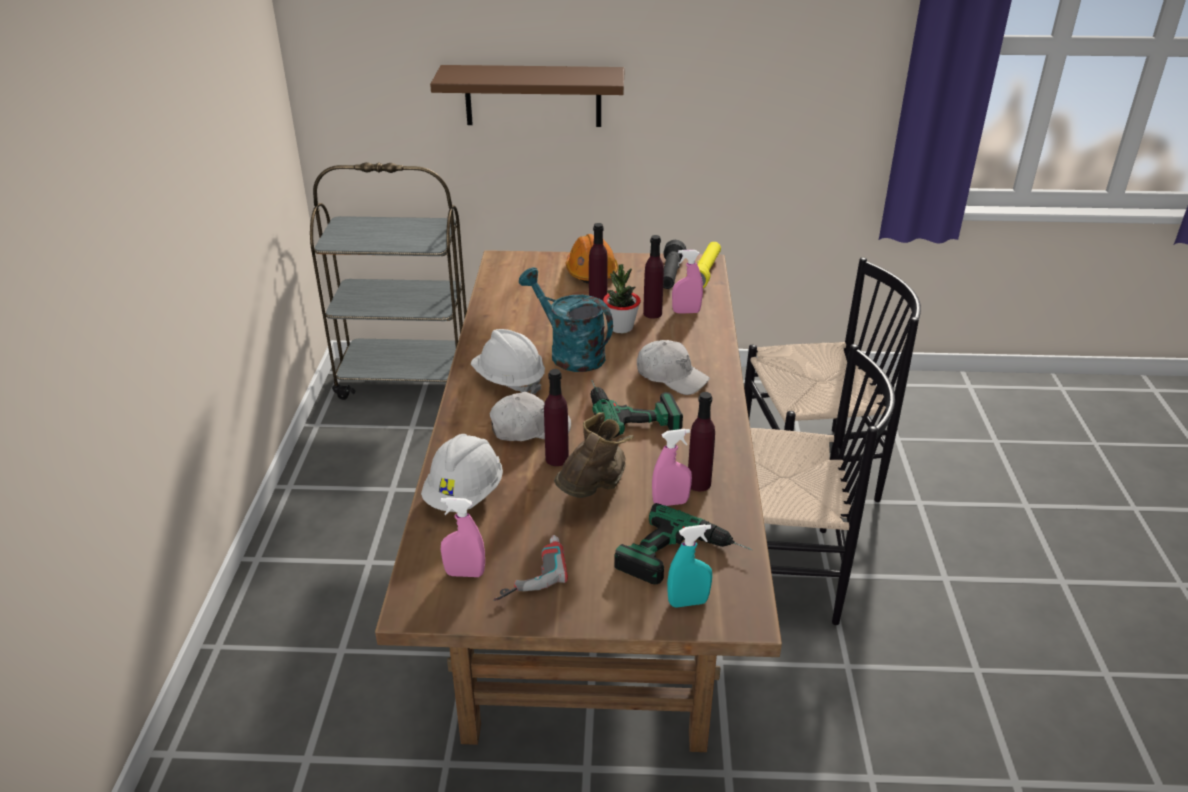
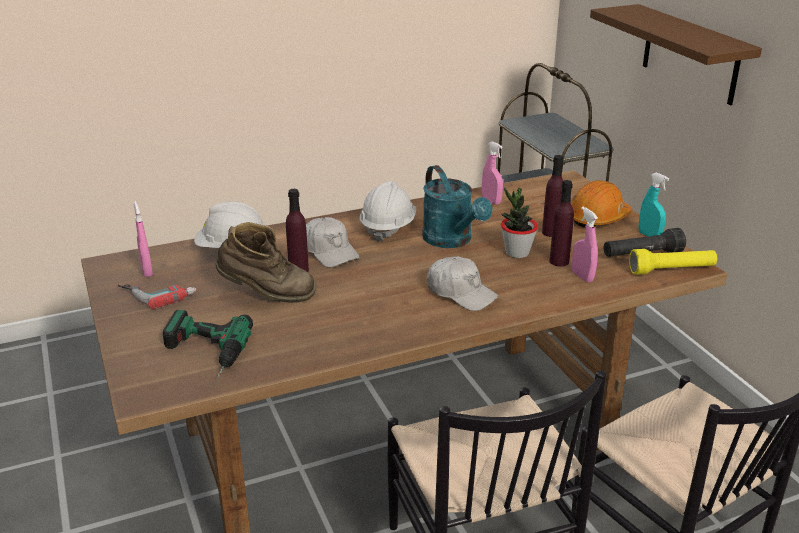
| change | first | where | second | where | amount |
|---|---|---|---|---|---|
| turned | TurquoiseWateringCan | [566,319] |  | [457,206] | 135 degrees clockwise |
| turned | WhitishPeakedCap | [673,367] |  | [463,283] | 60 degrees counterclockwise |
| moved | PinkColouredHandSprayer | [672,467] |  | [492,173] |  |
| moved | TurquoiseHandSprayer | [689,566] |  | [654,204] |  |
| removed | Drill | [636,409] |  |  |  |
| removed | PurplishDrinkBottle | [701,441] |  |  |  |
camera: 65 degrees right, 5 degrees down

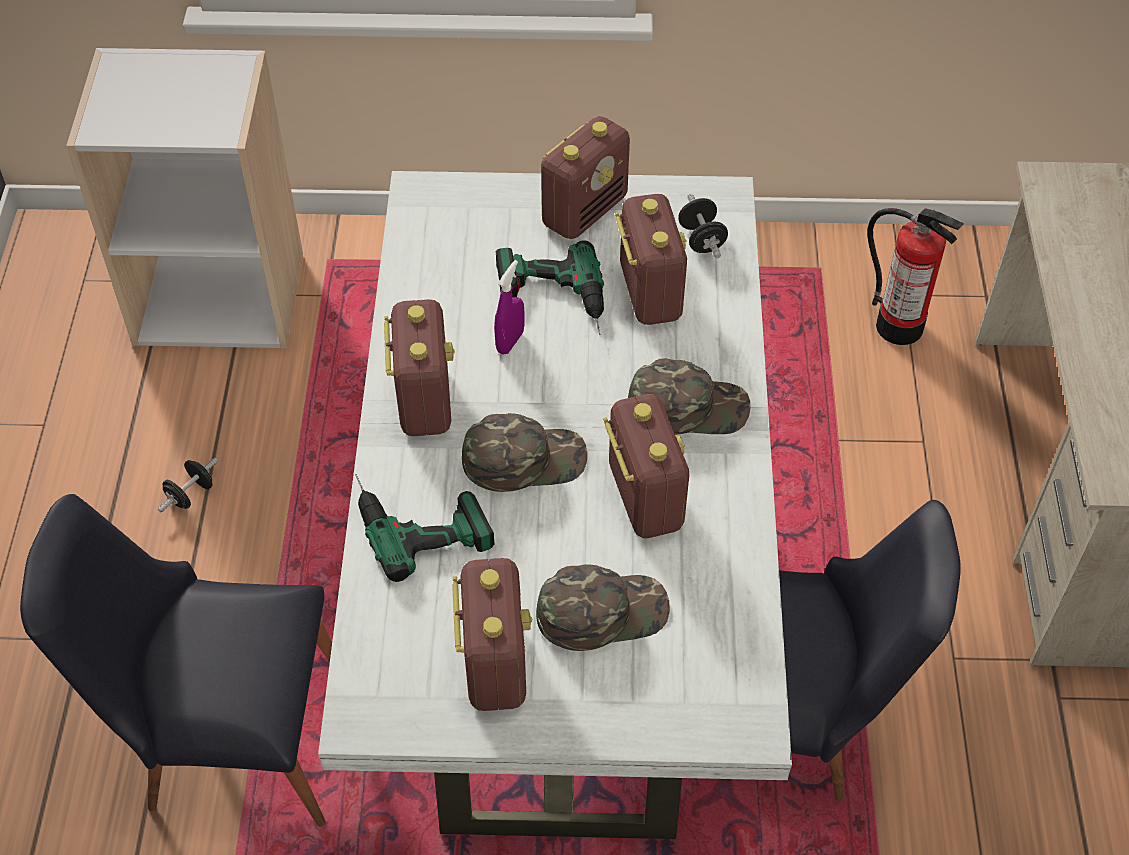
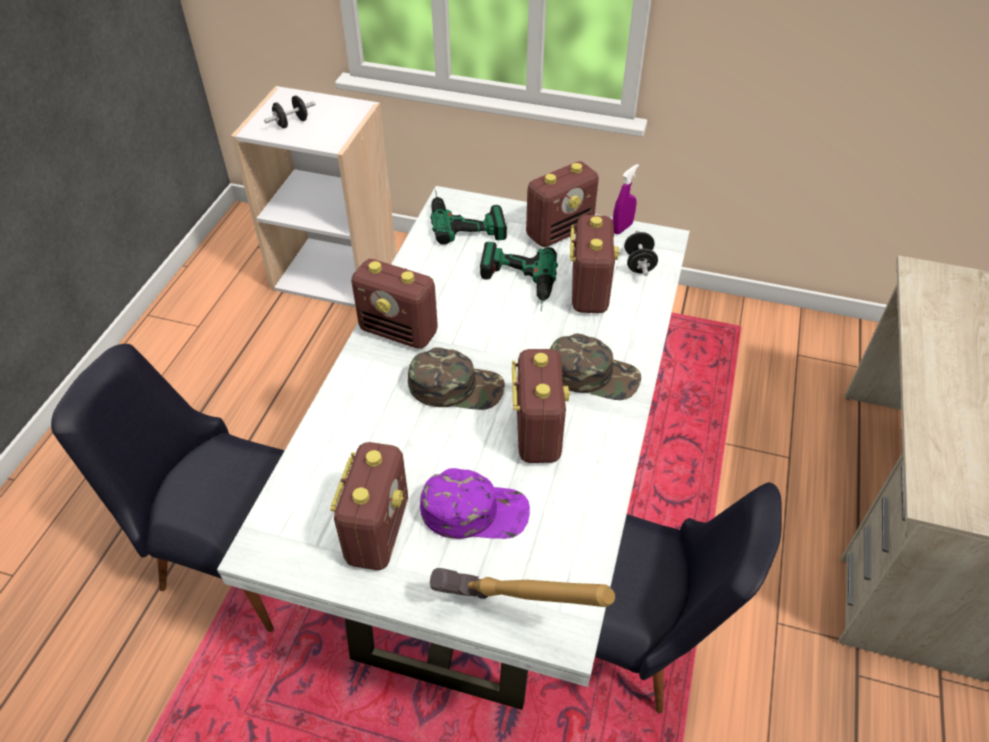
| change | first | where | second | where | amount |
|---|---|---|---|---|---|
| moved | BlackHandWeight | [188,485] |  | [289,112] |  |
| turned | RadioReceiver | [419,367] |  | [394,304] | 105 degrees clockwise |
| recoloured | GreenPeakedCap | [603,607] | PurplishPeakedCap | [475,503] |  |
| added |  |  | HandHammer | [522,587] |  |
| moved | Drill | [425,528] |  | [469,217] |  |
| moved | PurplishHandSprayer | [509,307] |  | [626,199] |  |
| removed | FireExtinguisher | [915,276] |  |  |  |
camera: 15 degrees right, 5 degrees down

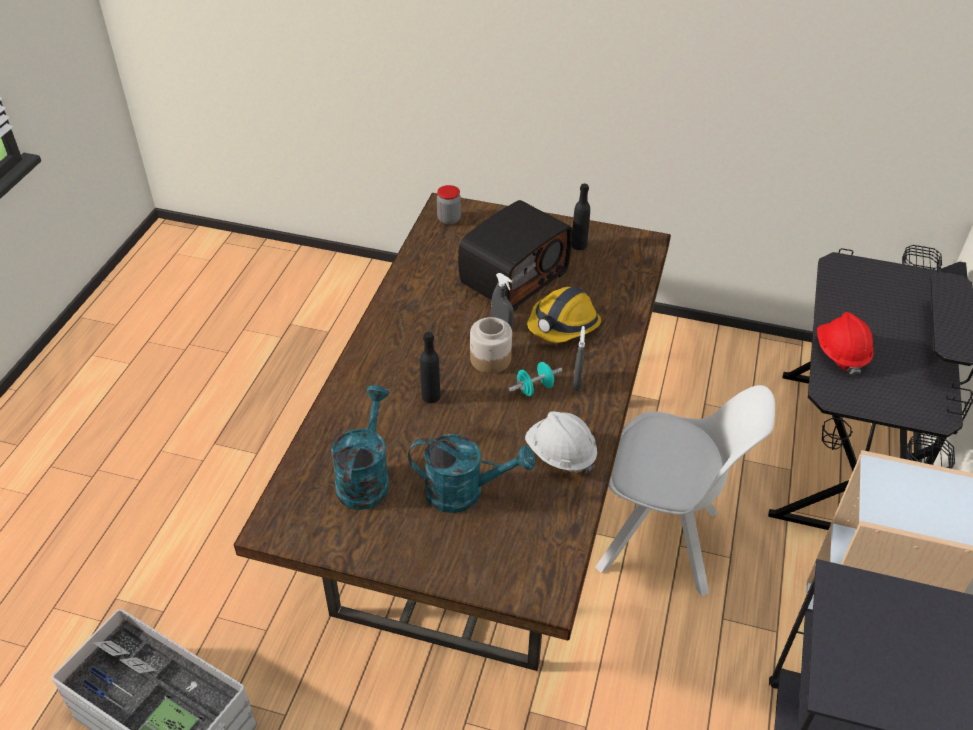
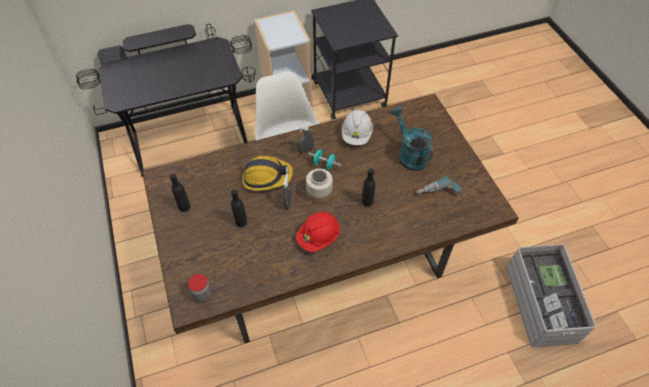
| change | first | where | second | where | amount |
|---|---|---|---|---|---|
| replaced | RadioReceiver | [515,255] | BlackDrinkBottle | [239,208] |  |
| moved | RedColouredSafetyHelmet | [845,343] |  | [318,232] |  |
| replaced | TurquoiseWateringCan | [360,447] | Drill | [439,185] |  |
camera: 125 degrees left, 10 degrees up

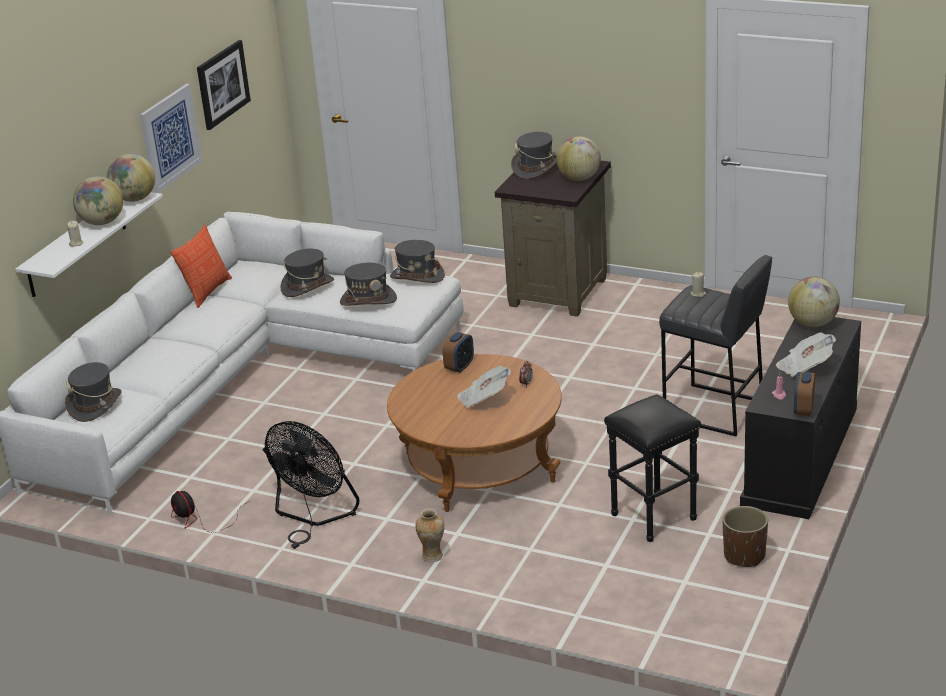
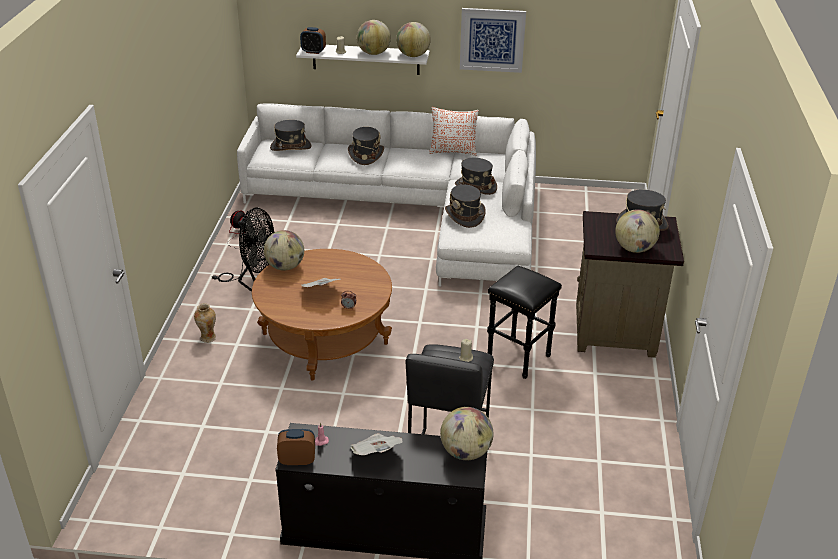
| change | first | where | second | where | amount |
|---|---|---|---|---|---|
| added |  |  | Globe | [284,250] |  |
| moved | BedsideClock | [458,352] |  | [313,40] |  |
| moved | GreyishWearableHat | [417,261] |  | [366,146] |  |
| recoloured | OrangePillow | [201,266] | WhitishPillow | [454,131] |  |
| moved | BlackStoolSeat | [652,468] |  | [524,322] |  |
| removed | WallArt | [224,85] |  |  |  |
| removed | BrownFlowerPot | [745,536] |  |  |  |
camera: 70 degrees right, 5 degrees up

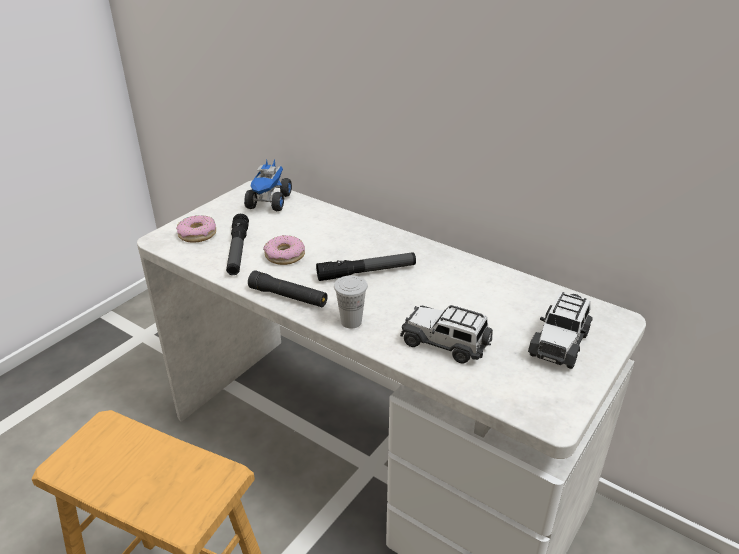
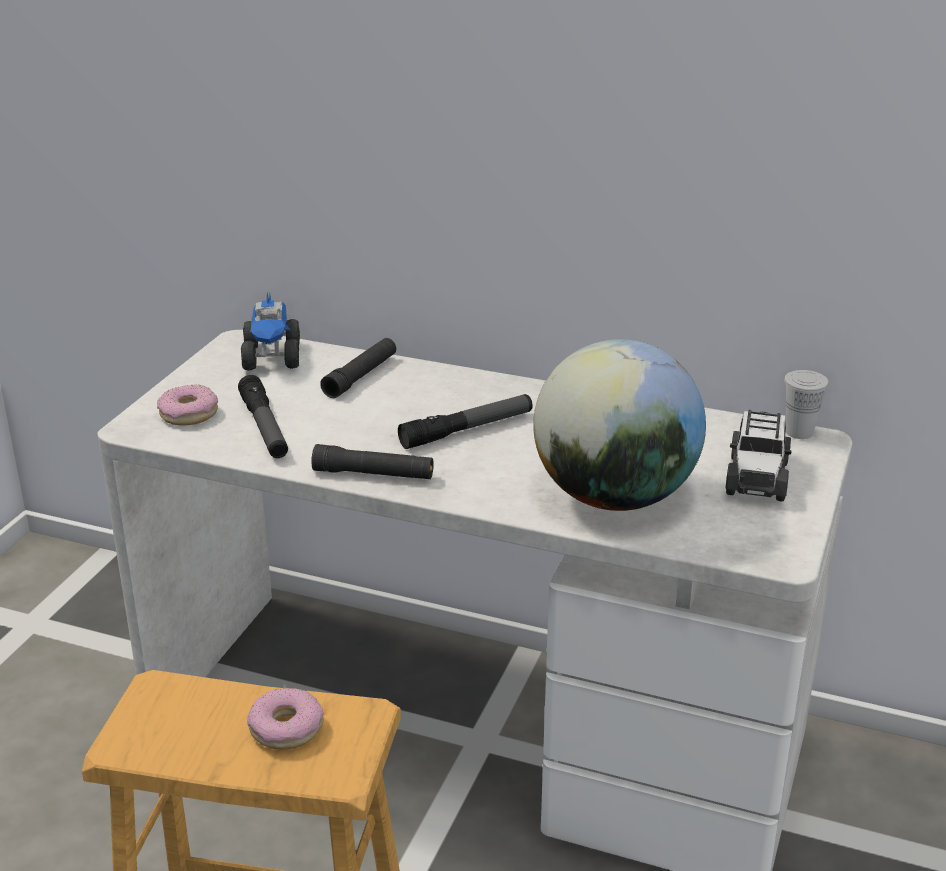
| change | first | where | second | where | amount |
|---|---|---|---|---|---|
| moved | RingDoughnut | [284,250] |  | [285,719] |  |
| added |  |  | BlackFlashlight | [358,368] |  |
| replaced | ToyCar | [446,334] | Globe | [619,425] |  |
| moved | WhitishCup | [351,302] |  | [806,404] |  |
camera: 15 degrees left, 5 degrees down

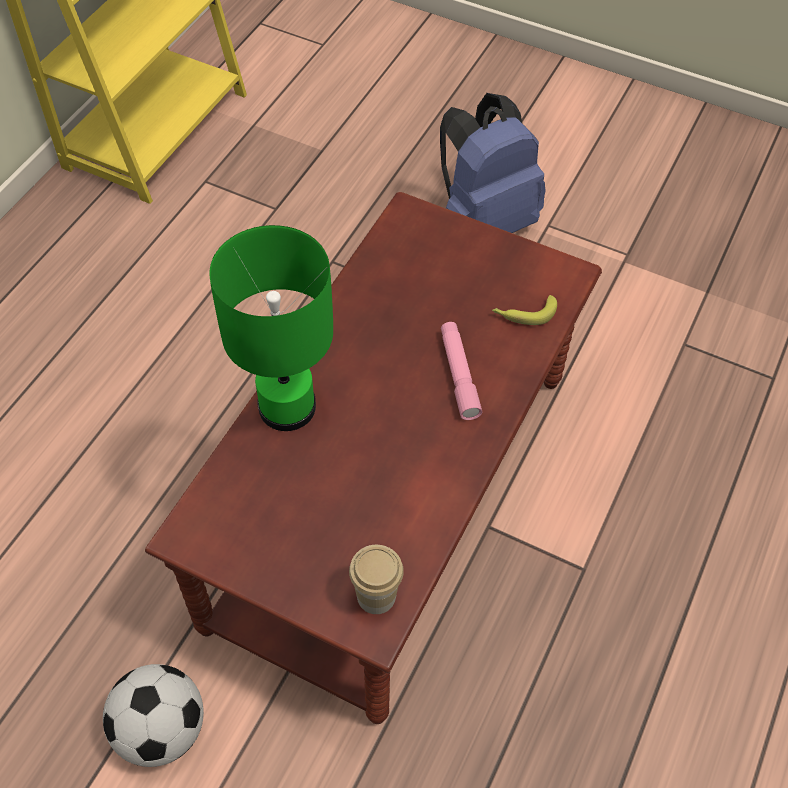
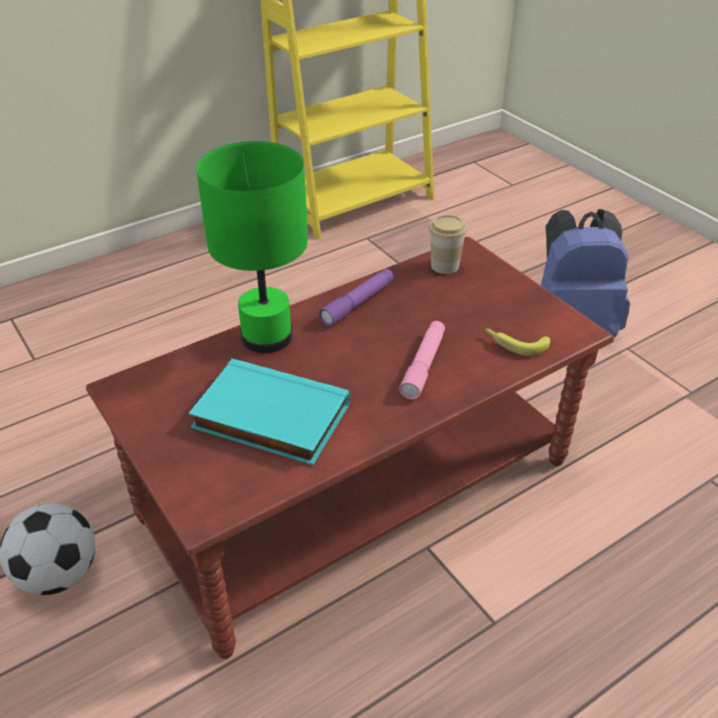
| change | first | where | second | where | amount |
|---|---|---|---|---|---|
| added |  |  | TurquoiseBoundBook | [269,412] |  |
| added |  |  | PurplishFlashlight | [356,297] |  |
| moved | Cup | [376,579] |  | [448,244] |  |
camera: 30 degrees right, 15 degrees down

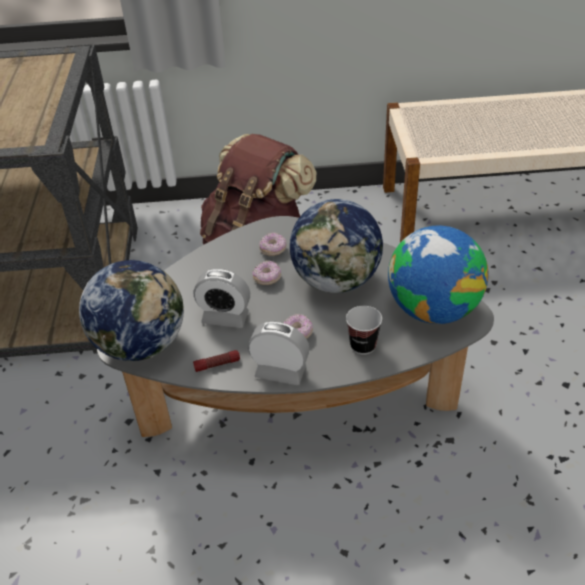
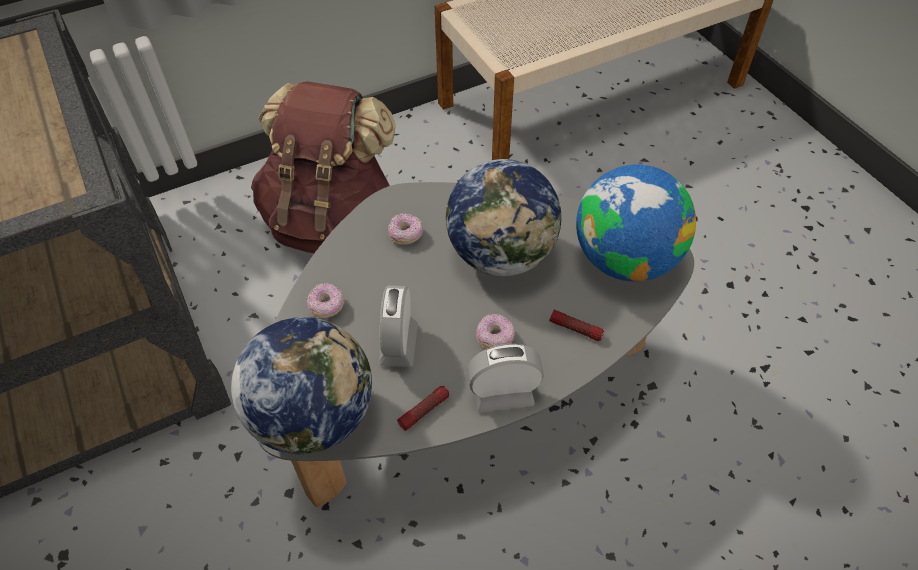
| change | first | where | second | where | amount |
|---|---|---|---|---|---|
| moved | RingDoughnut | [267,273] |  | [325,300] |  |
| turned | BedsideClock | [222,298] |  | [398,326] | 105 degrees clockwise |
| replaced | Cup | [364,330] | Flashlight | [576,325] |  |
camera: 25 degrees left, 10 degrees up

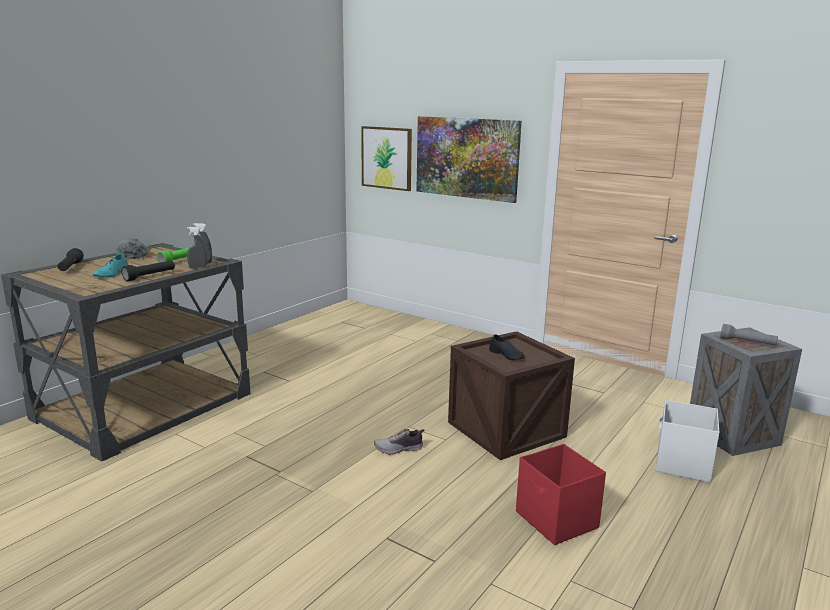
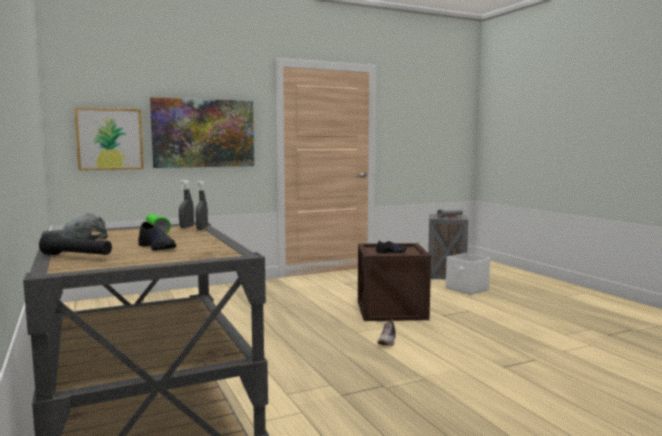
| change | first | where | second | where | amount |
|---|---|---|---|---|---|
| recoloured | TurquoiseShoe | [111,265] | BlackShoe | [157,236] |  |
| removed | BlackFlashlight | [148,270] |  |  |  |
| removed | RedColouredStorageBox | [561,494] |  |  |  |
camera: 60 degrees left, 10 degrees down

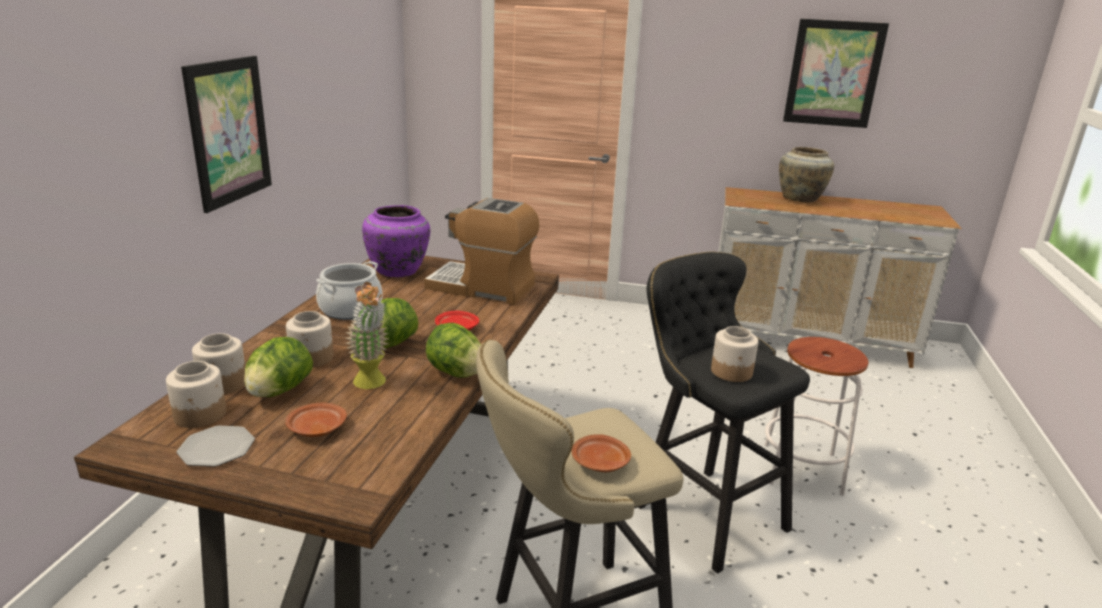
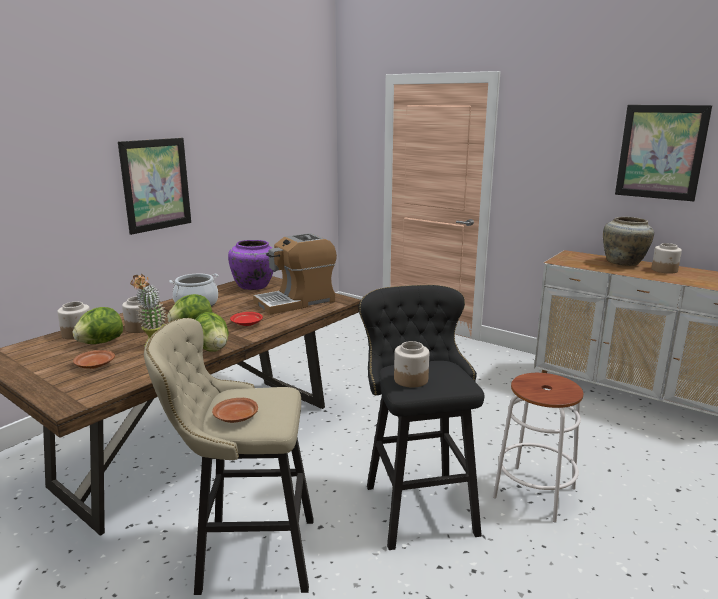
| change | first | where | second | where | amount |
|---|---|---|---|---|---|
| turned | CoffeeMachine | [481,251] |  | [295,274] | 75 degrees counterclockwise |
| moved | StorageJar | [196,394] |  | [666,258] |  |
| removed | Plate | [216,446] |  |  |  |
camera: 25 degrees right, 5 degrees down

